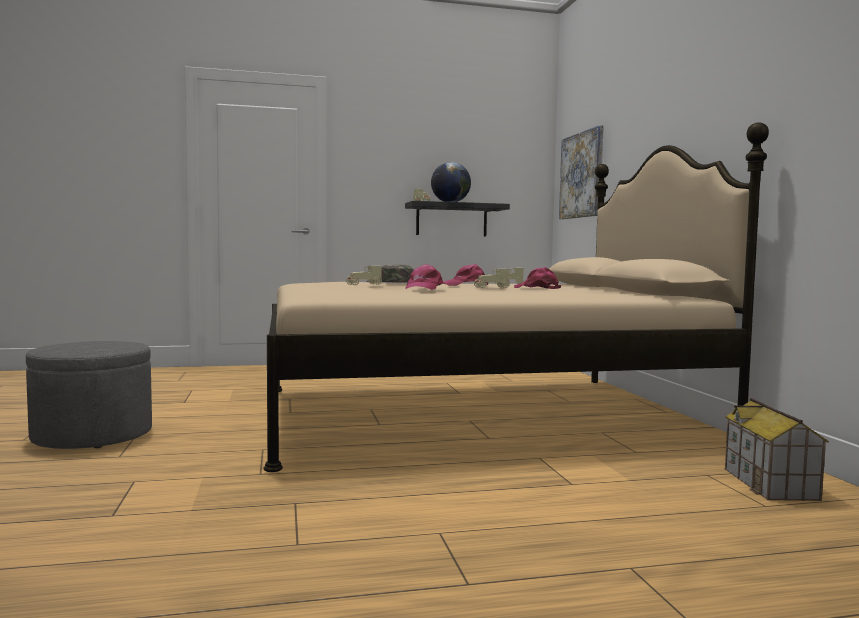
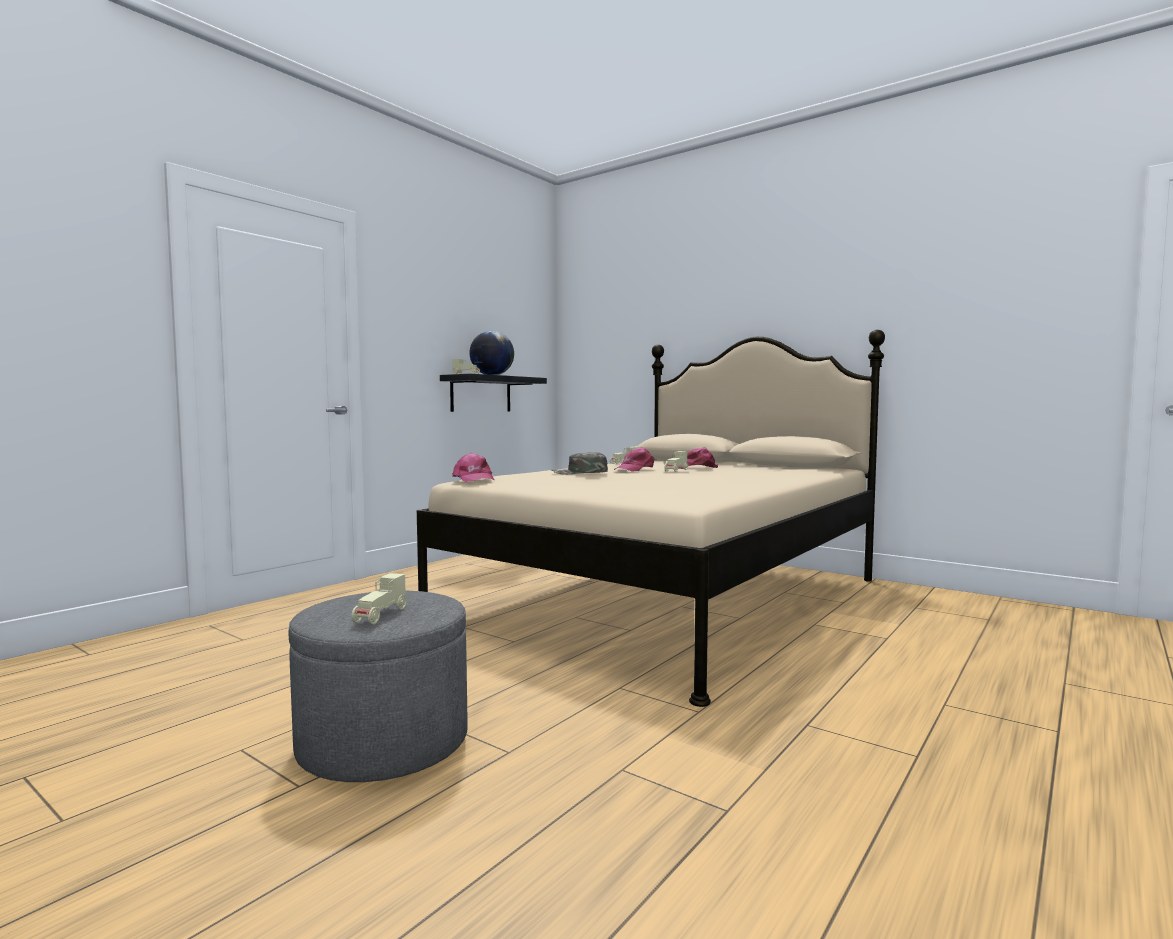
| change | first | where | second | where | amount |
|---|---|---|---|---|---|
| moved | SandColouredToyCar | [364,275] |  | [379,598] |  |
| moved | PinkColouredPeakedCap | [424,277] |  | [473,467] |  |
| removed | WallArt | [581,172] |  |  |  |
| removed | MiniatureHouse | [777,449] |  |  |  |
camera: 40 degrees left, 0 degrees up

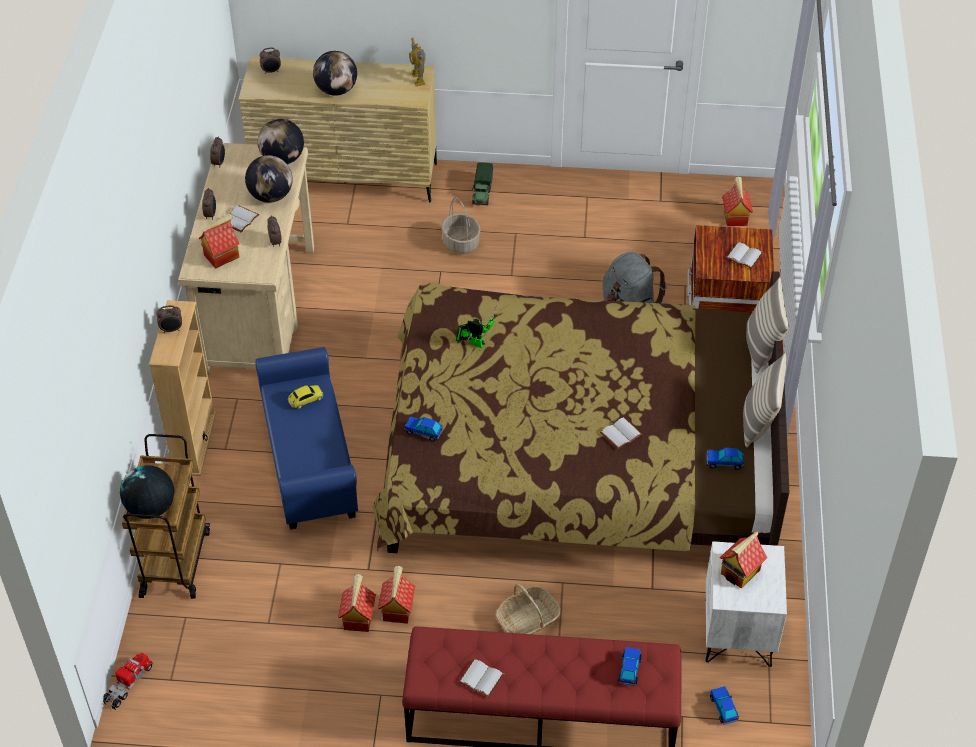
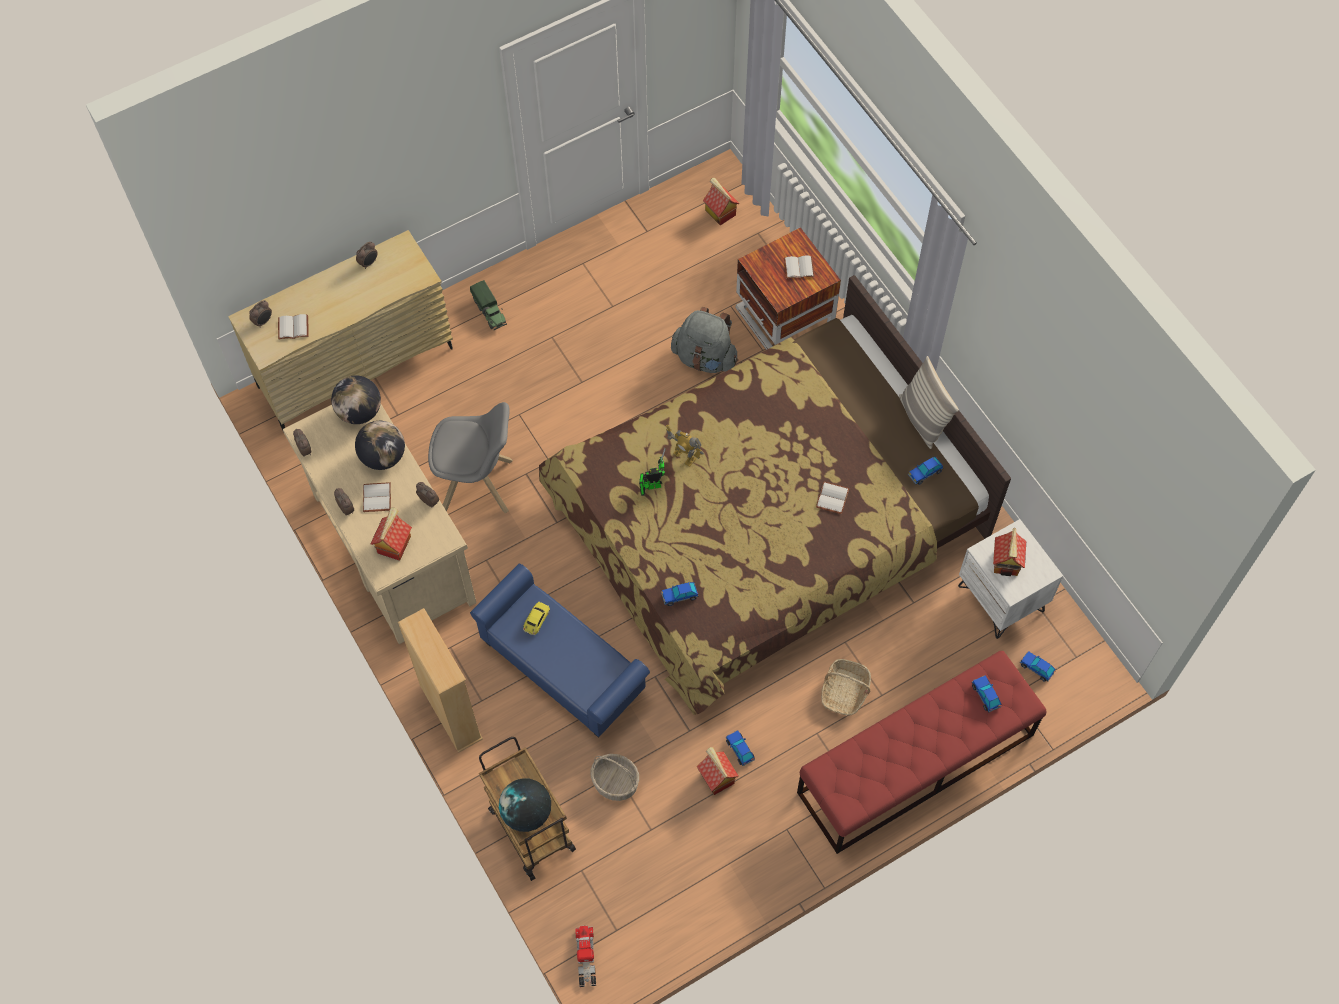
| change | first | where | second | where | amount |
|---|---|---|---|---|---|
| moved | WhitishBoundBook | [481,678] |  | [293,326] |  |
| moved | BedsideClock | [169,319] |  | [367,255] |  |
| added |  |  | GreyishChair | [470,458] |  |
| moved | HouseholdBasket | [460,225] |  | [615,777] |  |
| moved | ModelRobot | [417,62] |  | [685,446] |  |
| replaced | MiniatureHouse | [396,594] | ToyCar | [740,748] |  |
| removed | Globe | [335,73] |  |  |  |
| removed | Pillow | [767,325] |  |  |  |
camera: 35 degrees left, 15 degrees up

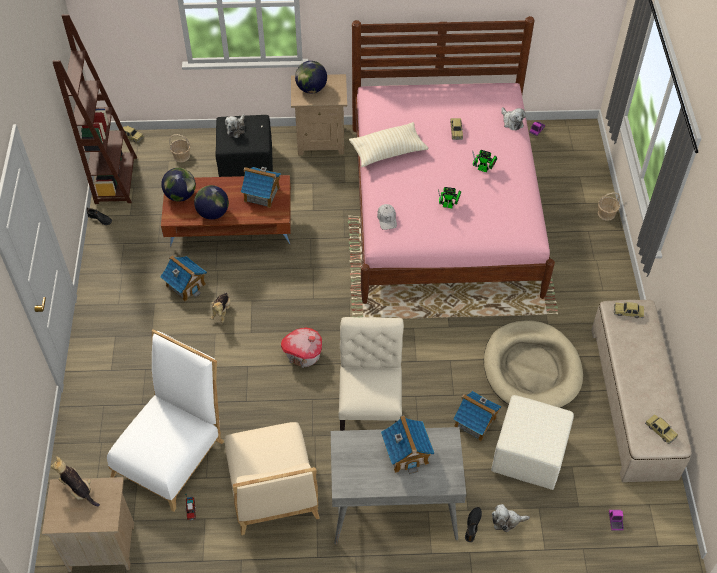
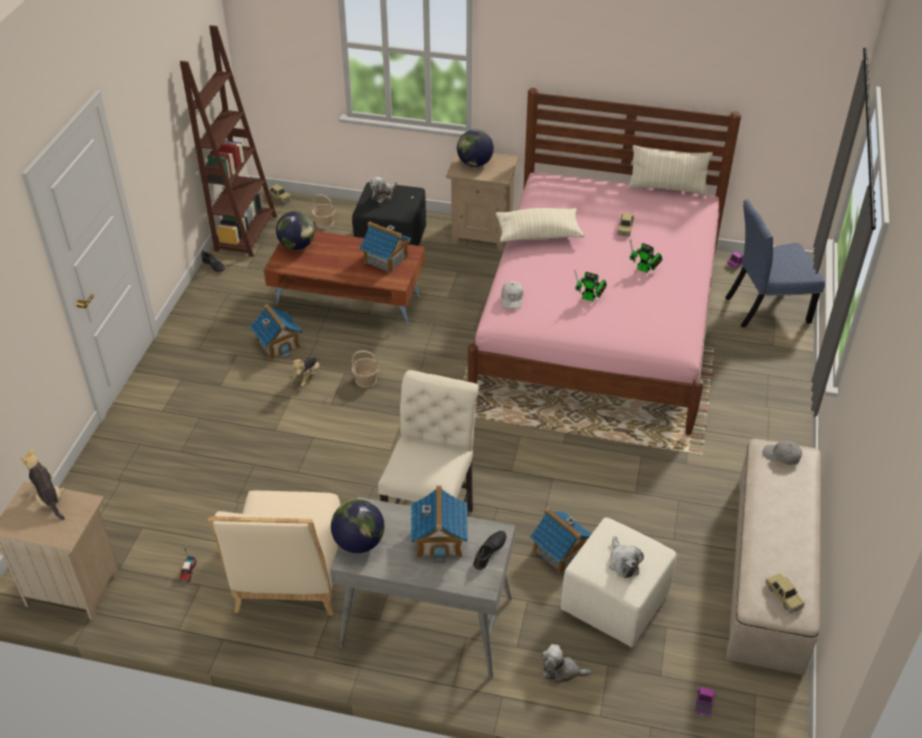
| change | first | where | second | where | amount |
|---|---|---|---|---|---|
| moved | Globe | [211,202] |  | [358,526] |  |
| moved | HouseholdBasket | [609,206] |  | [365,369] |  |
| moved | BlackShoe | [473,524] |  | [489,550] |  |
| moved | CuddlyToy | [513,119] |  | [626,557] |  |
| added |  |  | SandColouredPillow | [670,170] |  |
| added |  |  | BlueColouredChair | [775,263] |  |
| replaced | ToyCar | [629,310] | GreyishPeakedCap | [782,452] |  |
| removed | WhitishChair | [165,420] |  |  |  |
| removed | MiniatureHouse | [301,347] |  |  |  |
| removed | SandColouredDogCushion | [533,364] |  |  |  |
camera: 15 degrees right, 10 degrees down

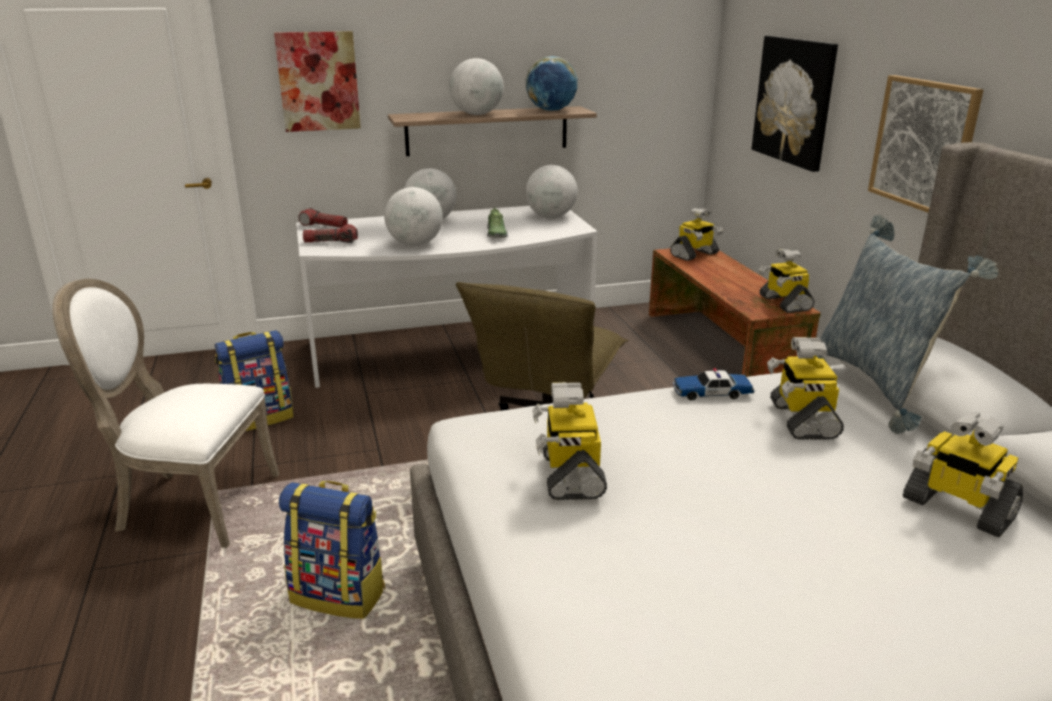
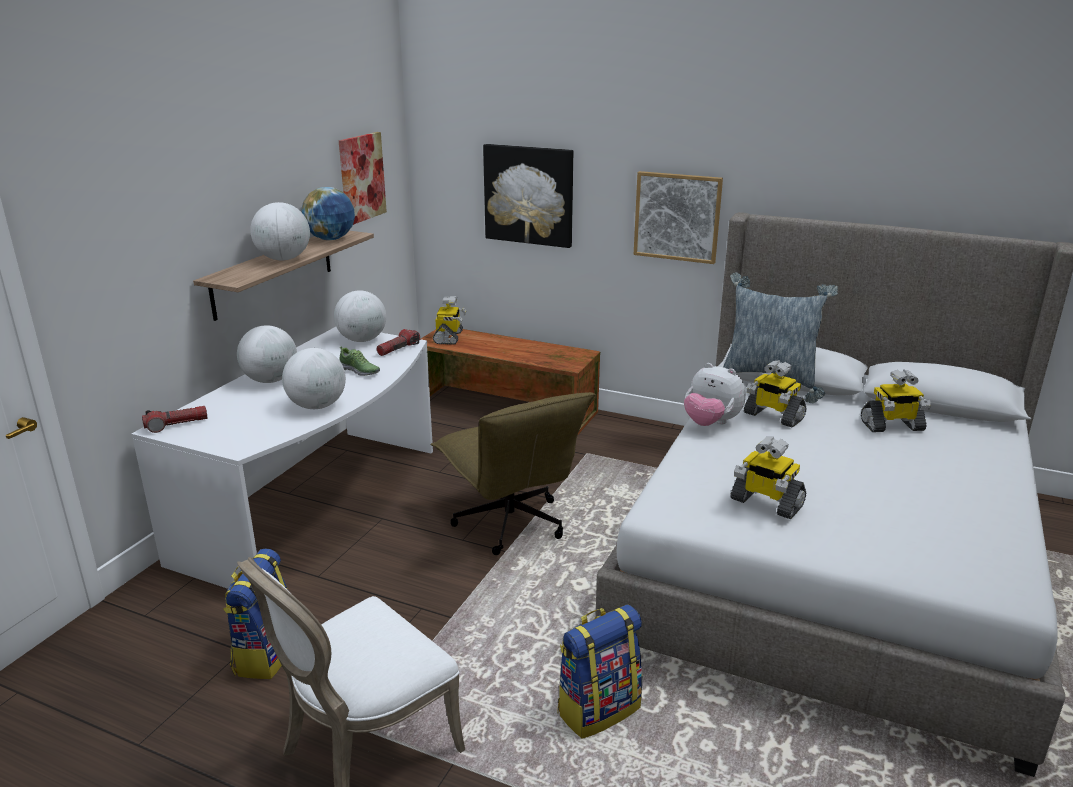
| change | first | where | second | where | amount |
|---|---|---|---|---|---|
| moved | WallArt | [317,81] |  | [363,178] |  |
| moved | Flashlight | [330,233] |  | [398,342] |  |
| replaced | ToyCar | [713,384] | CuddlyToy | [715,394] |  |
| removed | ModelRobot | [786,281] |  |  |  |
camera: 50 degrees left, 0 degrees up

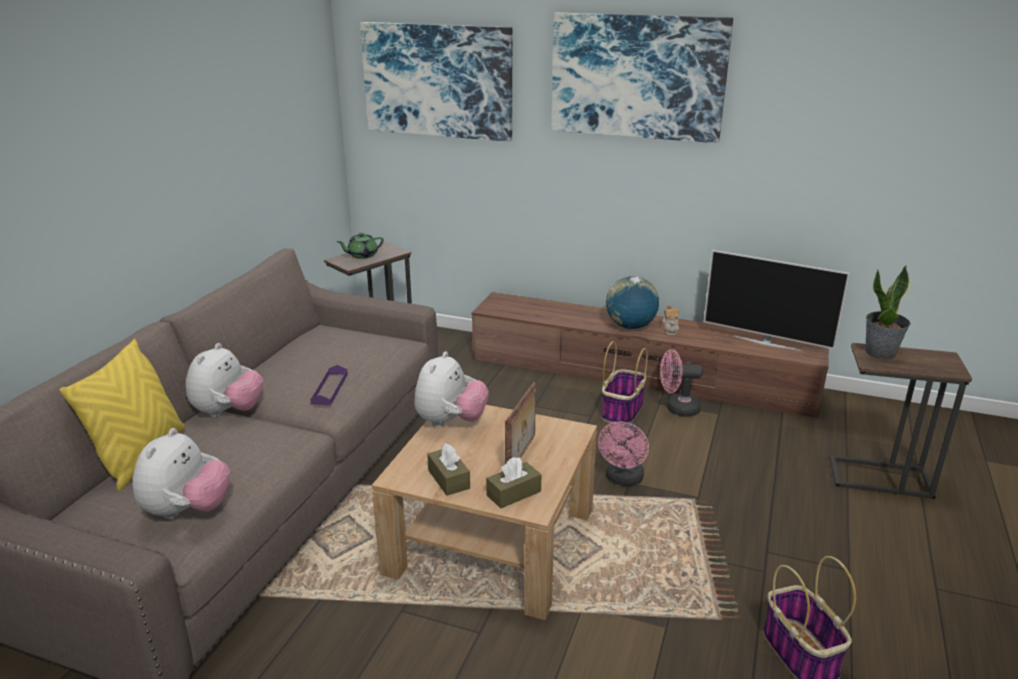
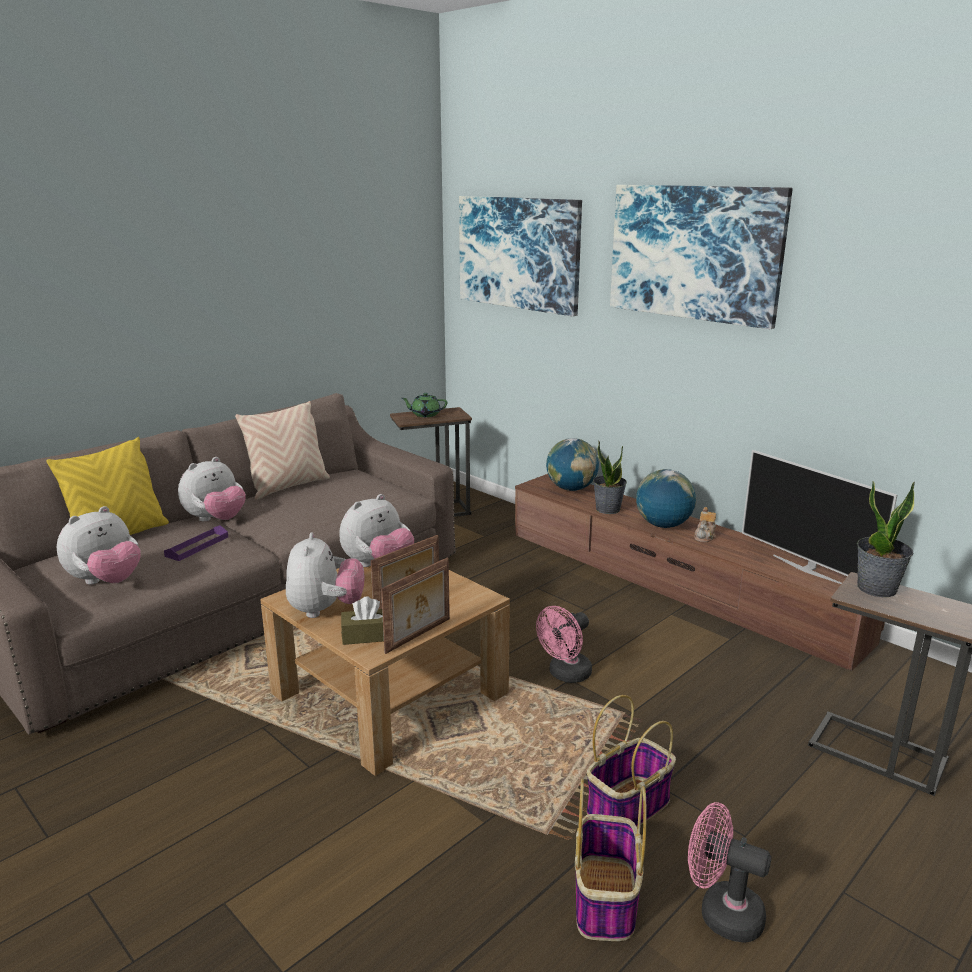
| change | first | where | second | where | amount |
|---|---|---|---|---|---|
| moved | PurplishTray | [329,385] |  | [196,543] |  |
| added |  |  | SandColouredPillow | [282,450] |  |
| replaced | BrownBoxOfTissues | [448,469] | CuddlyToy | [325,575] |  |
| added |  |  | PictureFrame | [415,605] |  |
| added |  |  | Globe | [572,464] |  |
| moved | HouseholdBasket | [625,383] |  | [631,761] |  |
| added |  |  | Houseplant | [610,477] |  |
| moved | PinkColouredElectricFan | [681,382] |  | [729,872] |  |
camera: 25 degrees right, 5 degrees down

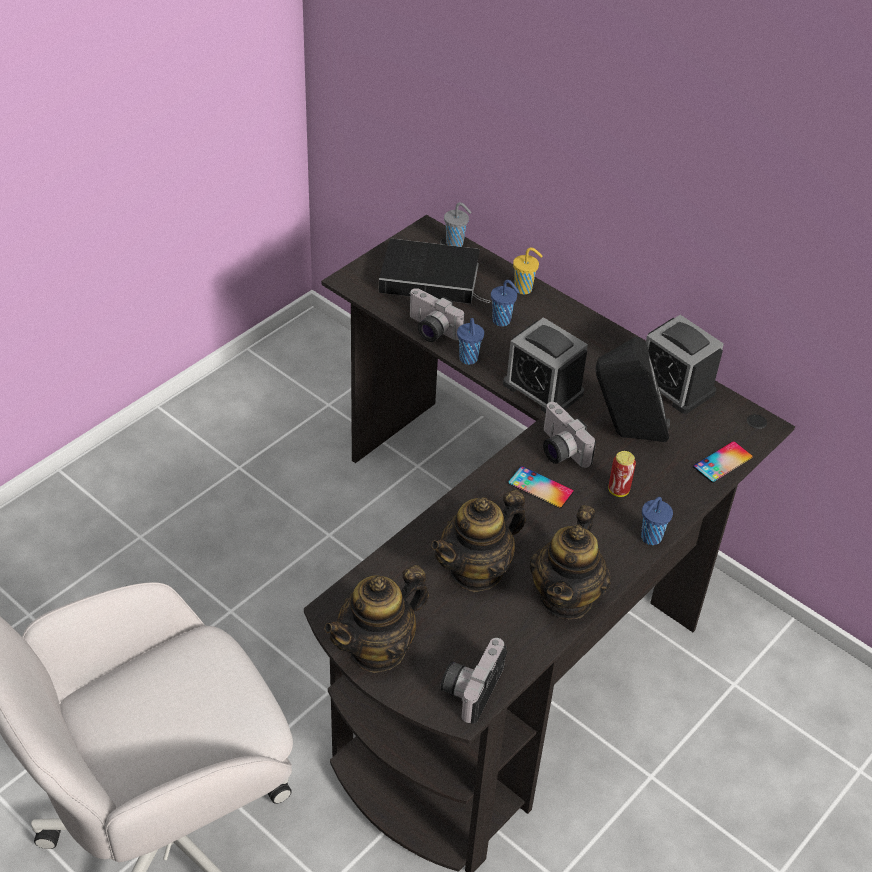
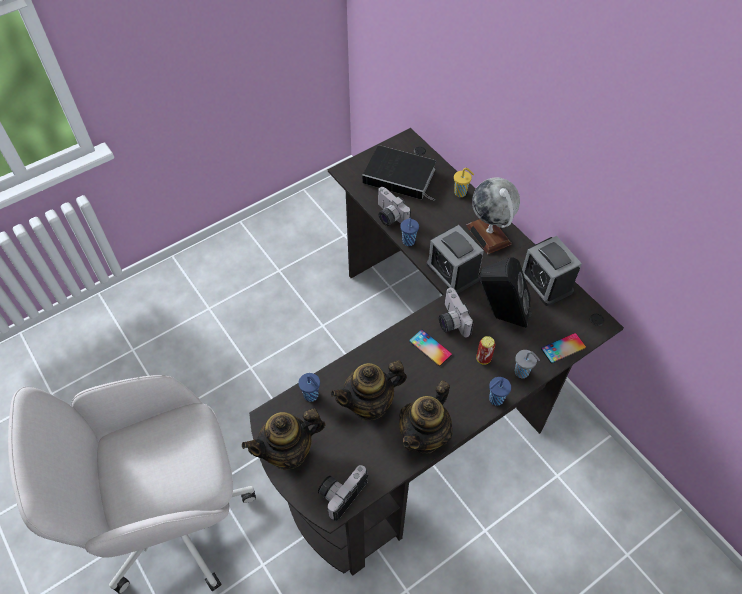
| change | first | where | second | where | amount |
|---|---|---|---|---|---|
| moved | BlueColouredCup | [505,303] |  | [309,387] |  |
| added |  |  | Globe | [493,215] |  |
| moved | GreyishCup | [458,224] |  | [527,364] |  |
camera: 15 degrees right, 10 degrees up

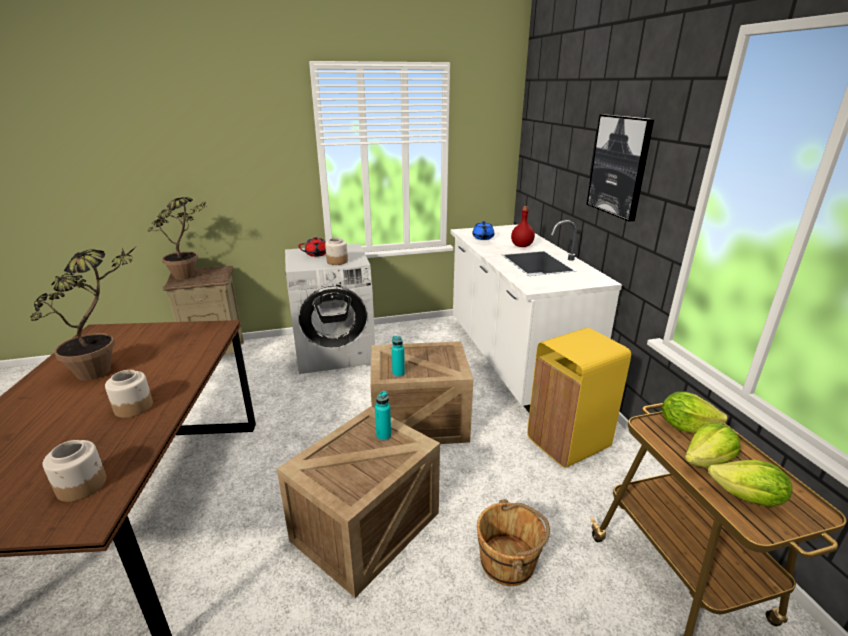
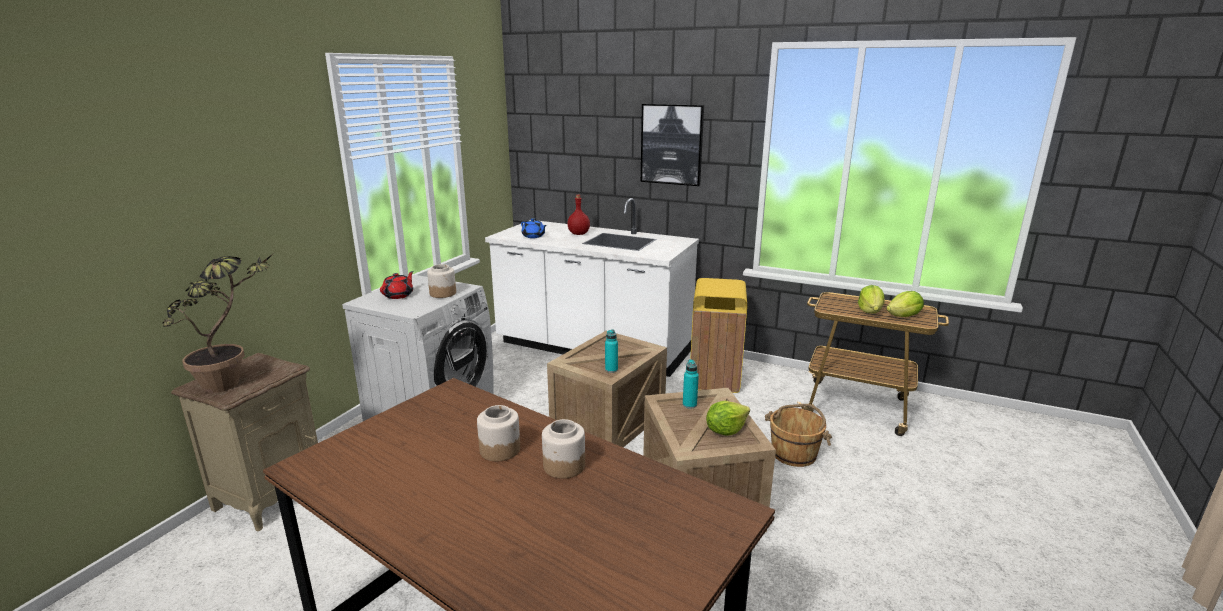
| change | first | where | second | where | amount |
|---|---|---|---|---|---|
| moved | StorageJar | [74,471] |  | [498,433] |  |
| moved | HeadOfLettuce | [695,412] |  | [728,418] |  |
| removed | Houseplant | [84,313] |  |  |  |
camera: 50 degrees left, 5 degrees down

